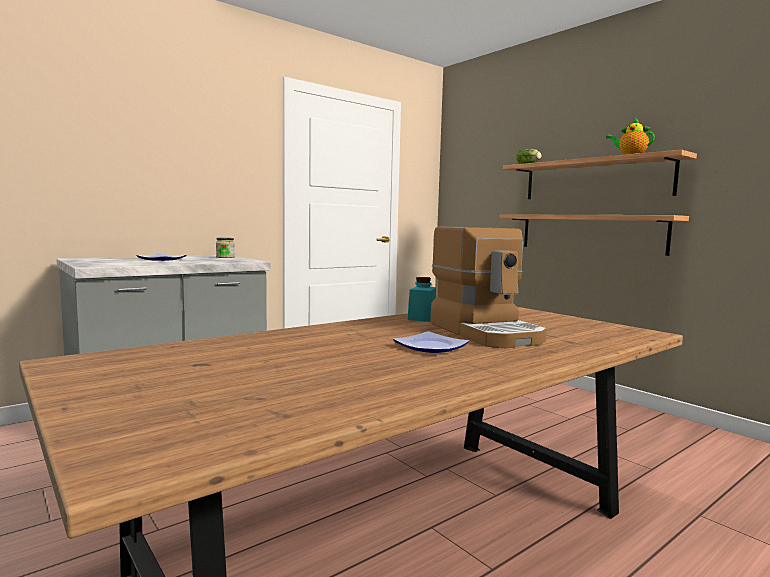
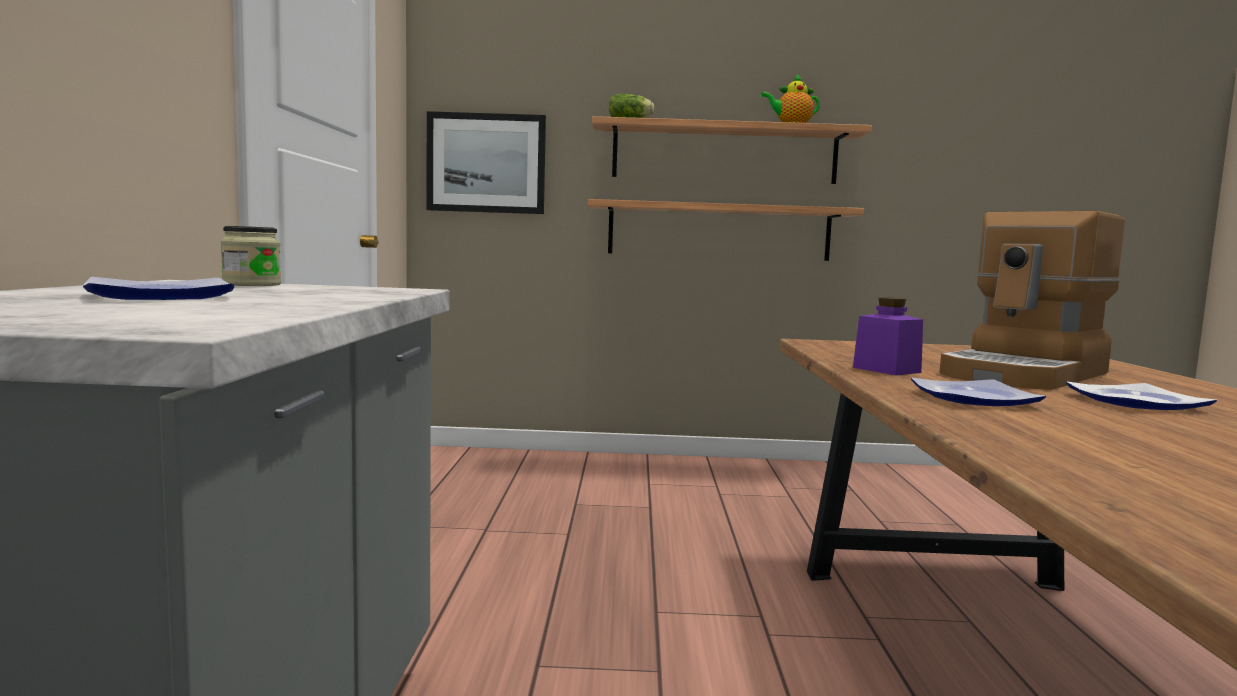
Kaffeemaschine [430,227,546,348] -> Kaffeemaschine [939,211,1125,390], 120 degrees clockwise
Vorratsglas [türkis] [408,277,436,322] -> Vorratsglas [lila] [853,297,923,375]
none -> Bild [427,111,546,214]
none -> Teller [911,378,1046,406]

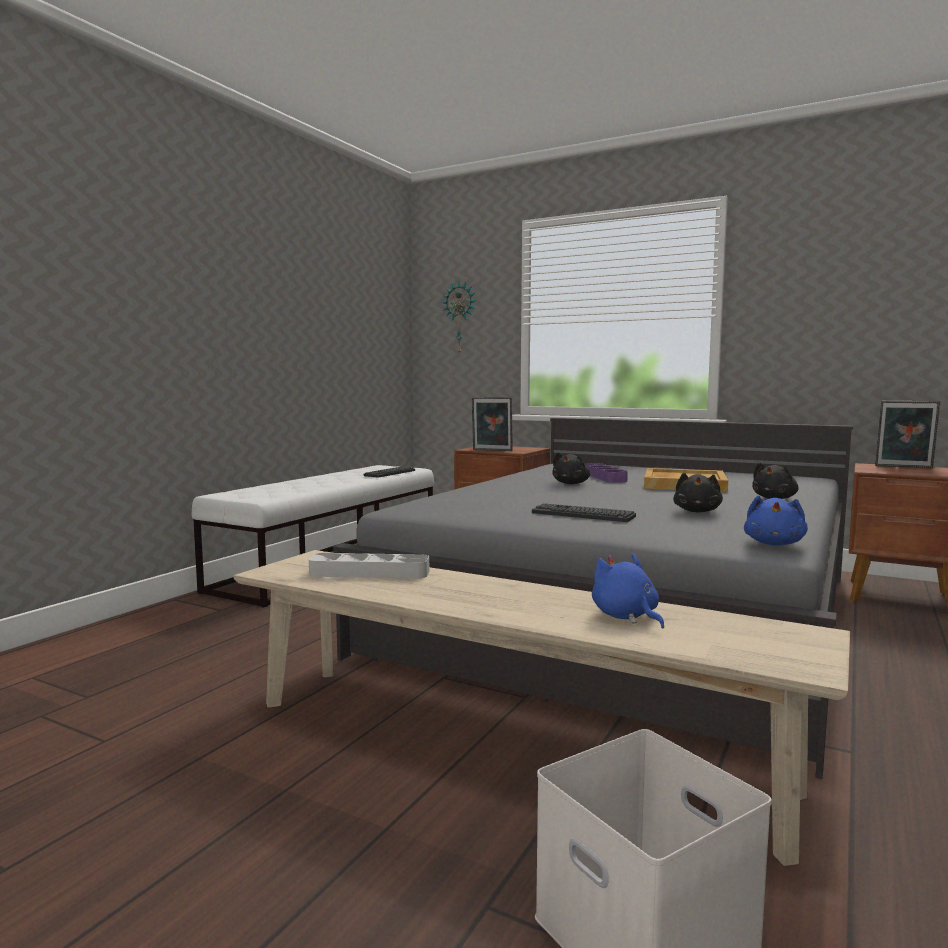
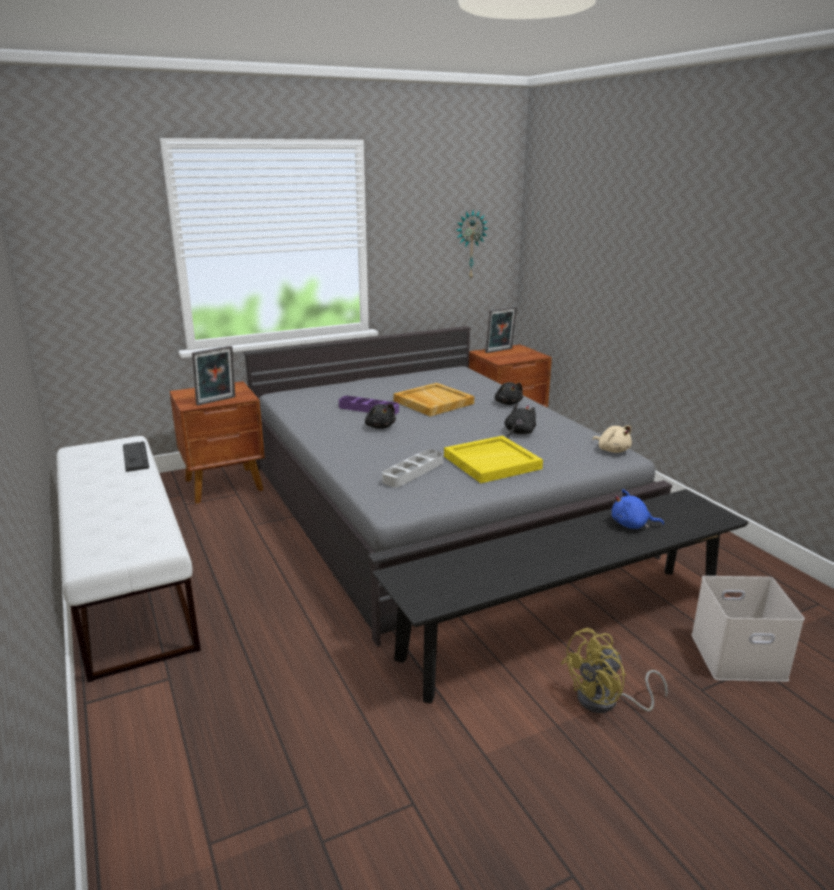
Wanduhr [442,282,476,353] -> Wanduhr [456,210,489,278], moved
Plüschtier [schwarz] [673,472,723,512] -> Plüschtier [schwarz] [504,404,536,438], 105 degrees counterclockwise
Plüschtier [blau] [744,495,808,545] -> Plüschtier [beige] [592,425,632,453]
Tastatur [532,503,636,522] -> Tablett [gelb] [444,436,543,483]
Bank [beige] [233,550,850,866] -> Bank [schwarz] [372,489,749,703]
Tablett [grau] [309,553,429,579] -> Tablett [grau] [382,449,443,487], moved
none -> Ventilator [gelb] [561,628,668,713]

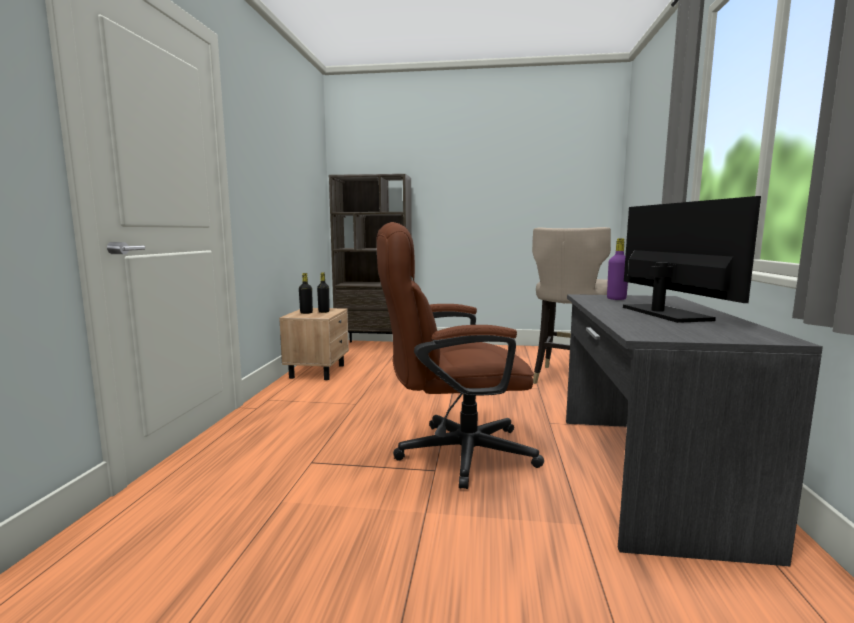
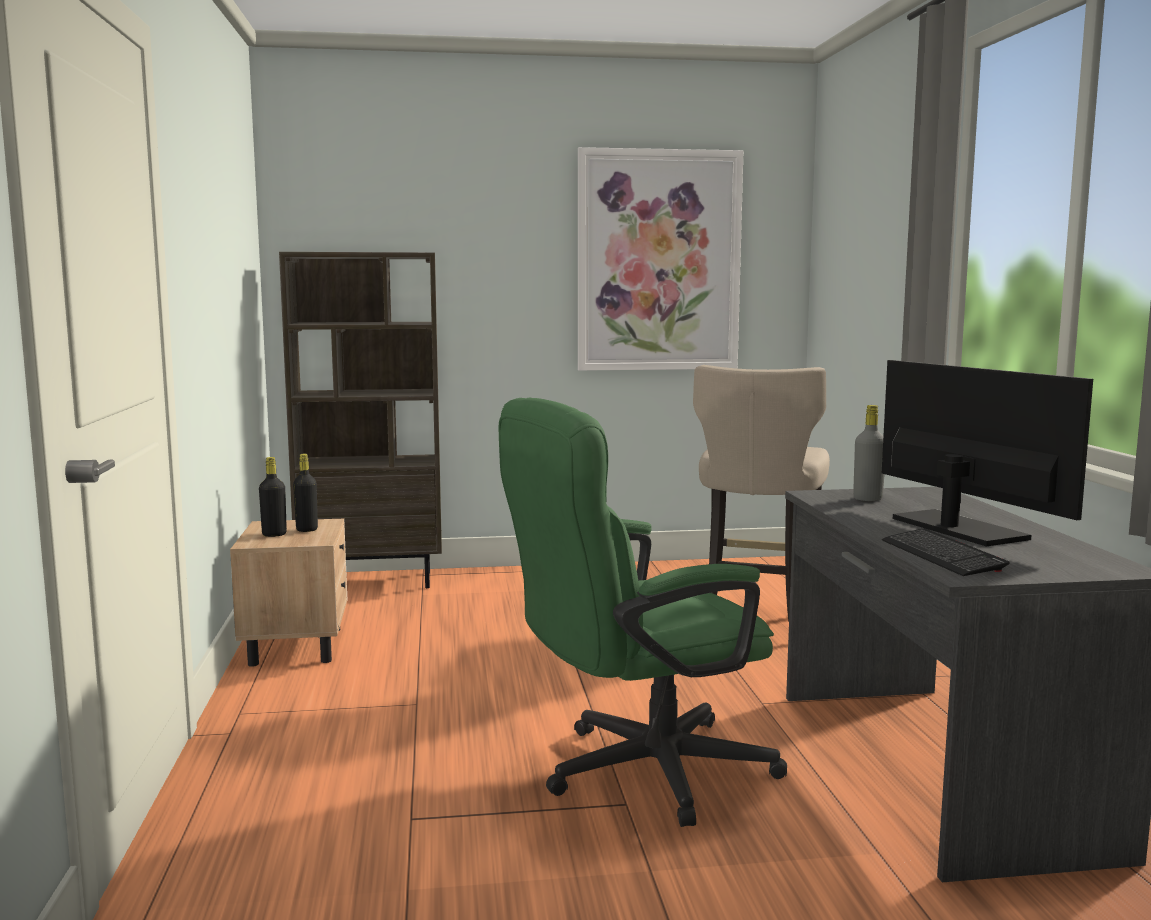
Bürostuhl [braun] [377,222,544,489] -> Bürostuhl [grün] [498,398,787,827]
Flasche [lila] [607,238,628,300] -> Flasche [grau] [853,405,884,501]
none -> Bild [578,147,743,371]
none -> Tastatur [882,528,1009,576]

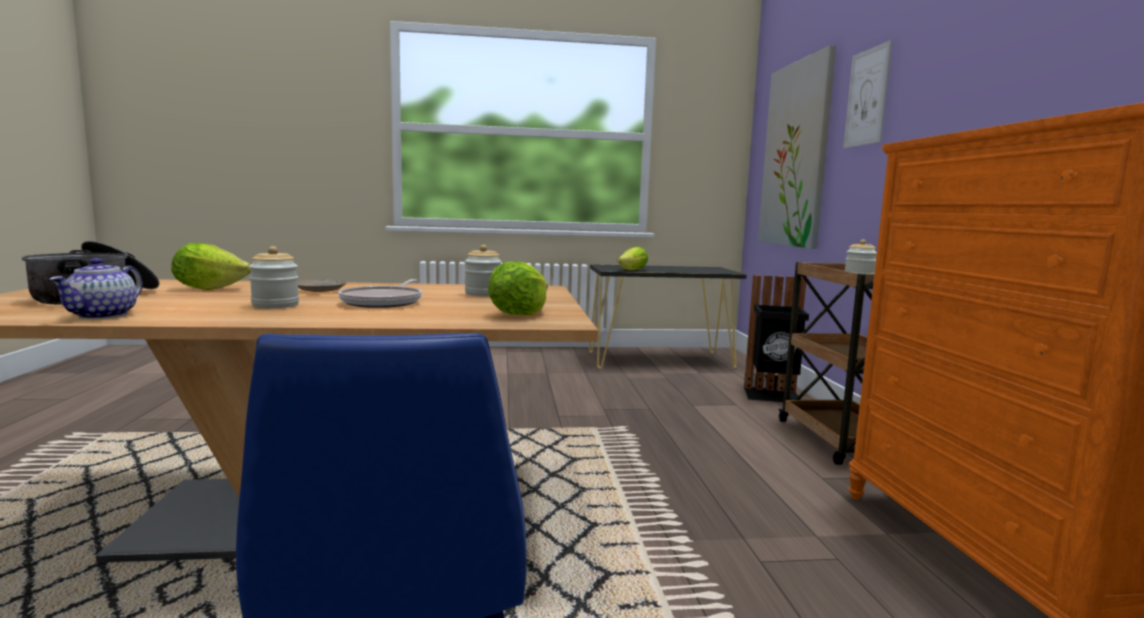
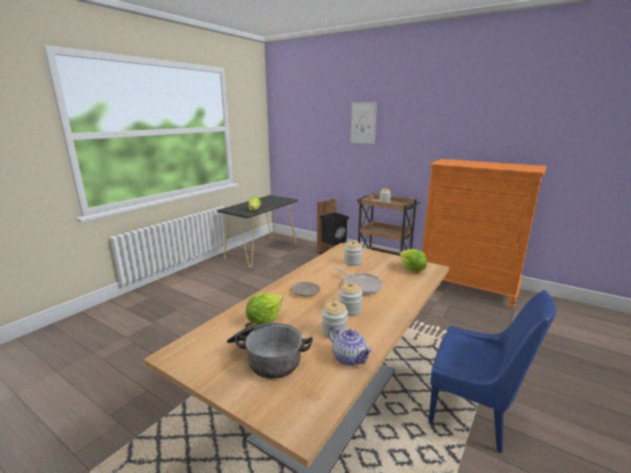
Bild [758,45,836,249] -> none
none -> Vorratsglas [322,301,348,338]

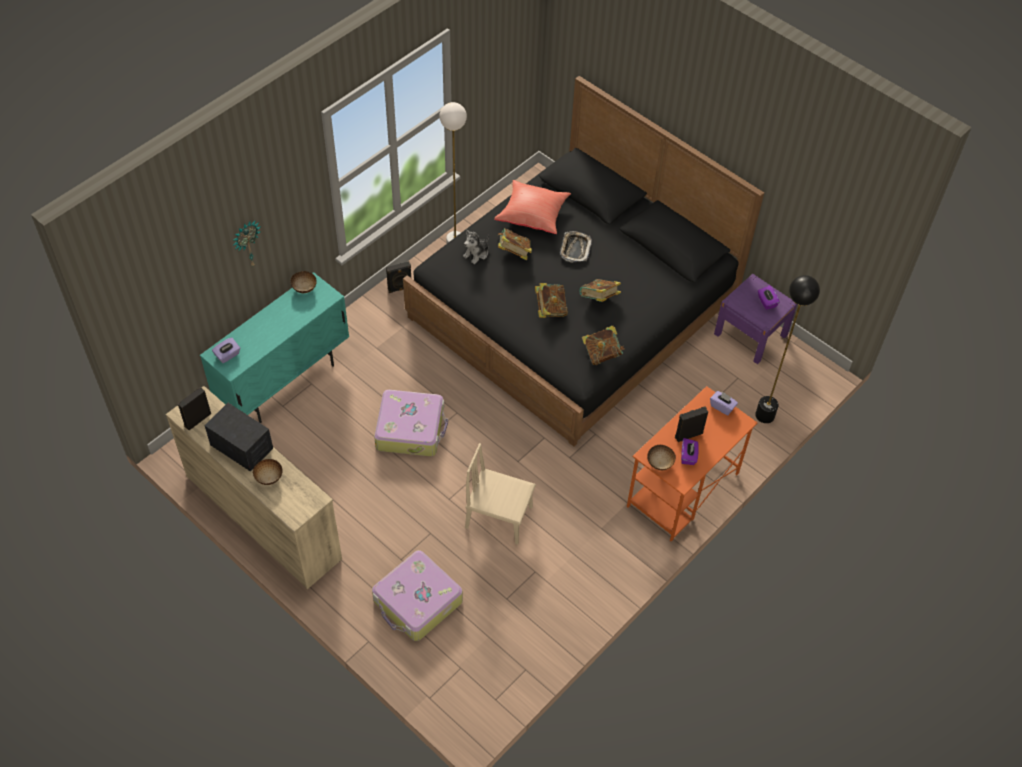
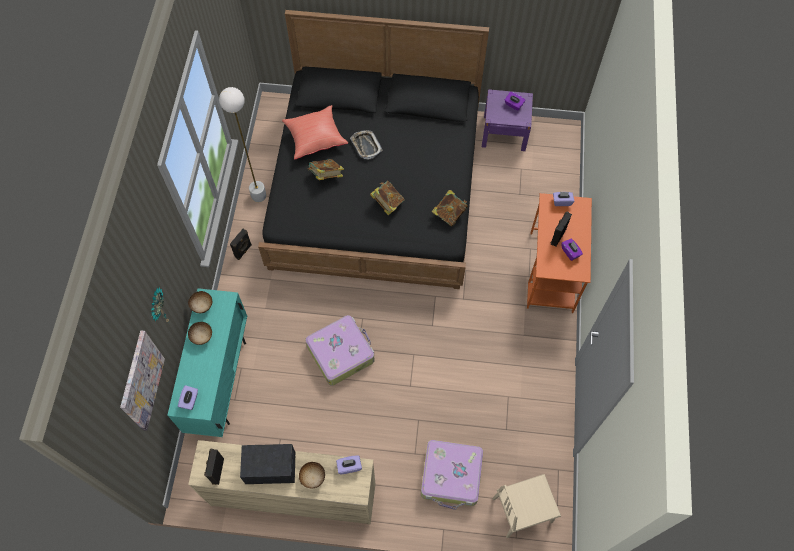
Plüschtier [463,230,489,264] -> none
Stehlampe [schwarz] [755,275,820,423] -> none
Buch [579,279,621,302] -> none
Stuhl [beige] [465,443,536,545] -> Stuhl [beige] [492,474,561,538], moved
Schüssel [647,445,676,470] -> Schüssel [188,322,212,345], moved
none -> Bild [120,331,165,431]
none -> Taschentuchbox [lila] [336,455,362,474]

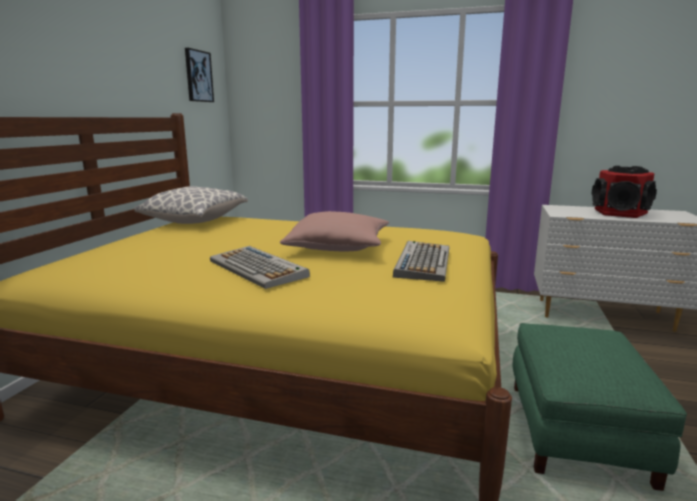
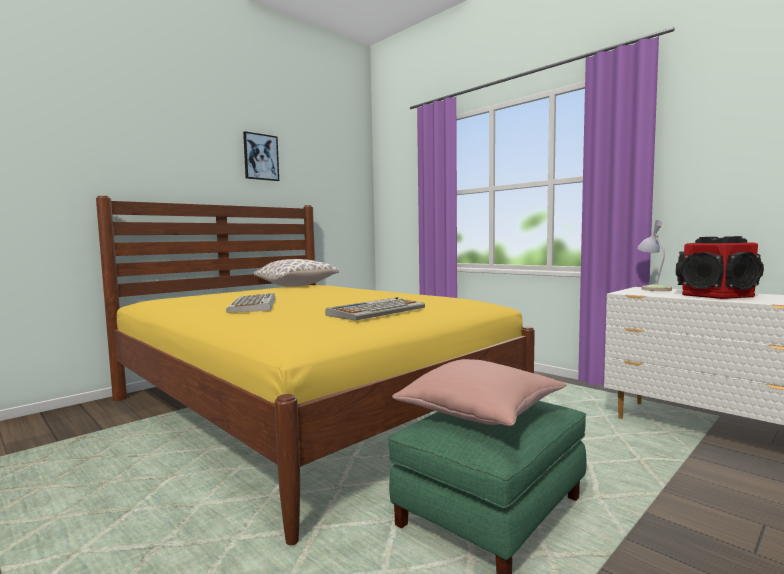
Bild [185,48,214,102] -> Bild [243,131,279,181], moved
Kissen [rosa] [280,211,389,251] -> Kissen [rosa] [392,359,566,426], moved
none -> Tischlampe [637,220,672,291]

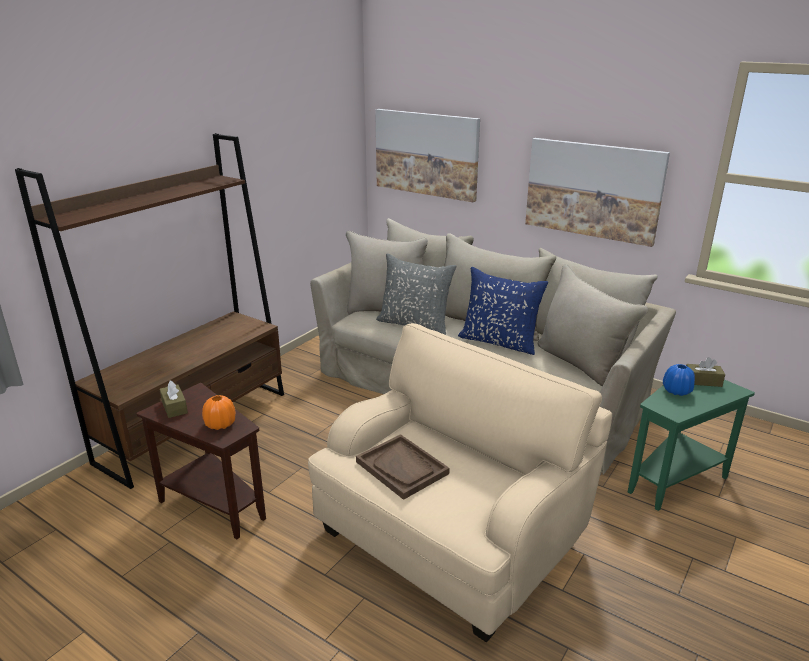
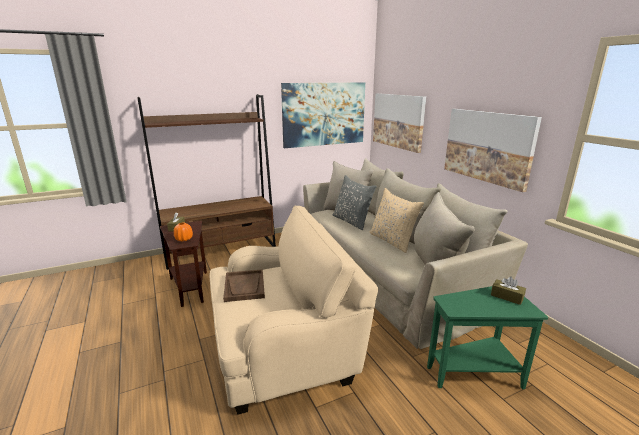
Kissen [blau] [458,267,548,355] -> Kissen [beige] [369,188,424,253]
Vase [blau] [663,364,695,396] -> none
none -> Bild [281,82,365,148]

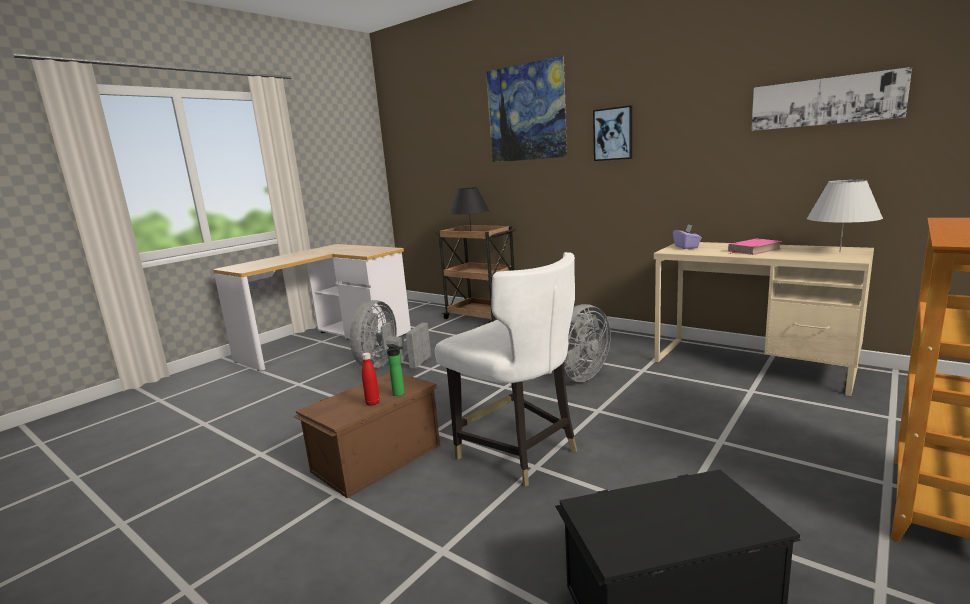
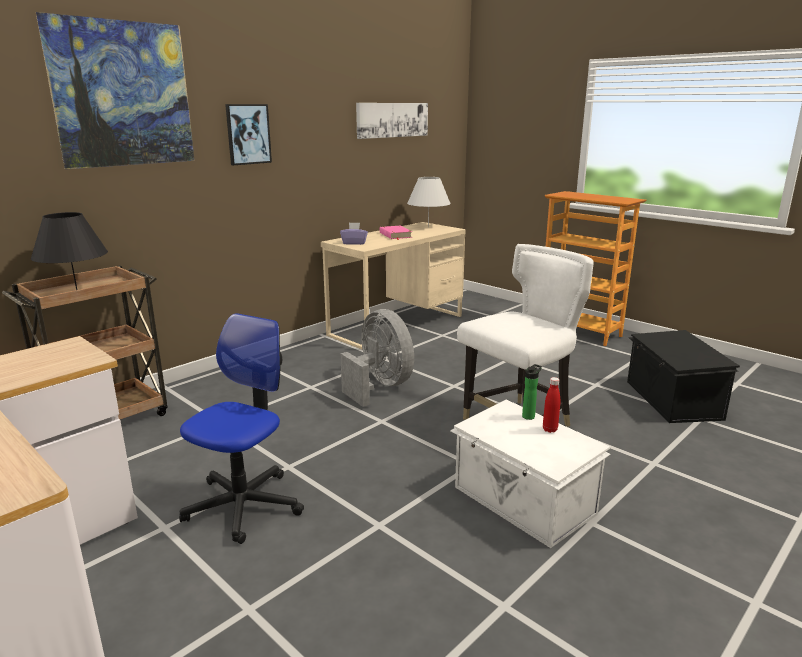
Ventilator [grau] [350,300,431,369] -> Bürostuhl [179,313,304,544]
Aufbewahrungsbox [braun] [293,373,440,499] -> Aufbewahrungsbox [weiß] [450,400,611,548]

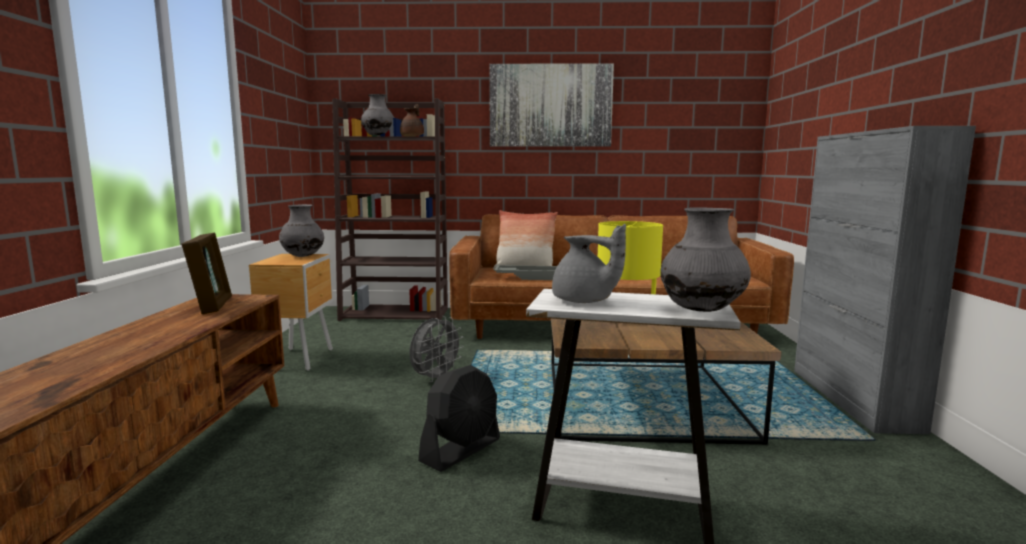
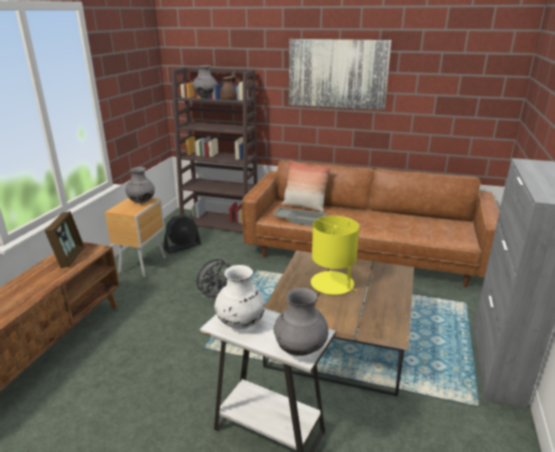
Teekanne [grau] [552,224,626,303] -> Vase [weiß] [215,265,265,329]
Ventilator [schwarz] [418,365,500,472] -> Ventilator [schwarz] [164,214,201,254], moved

